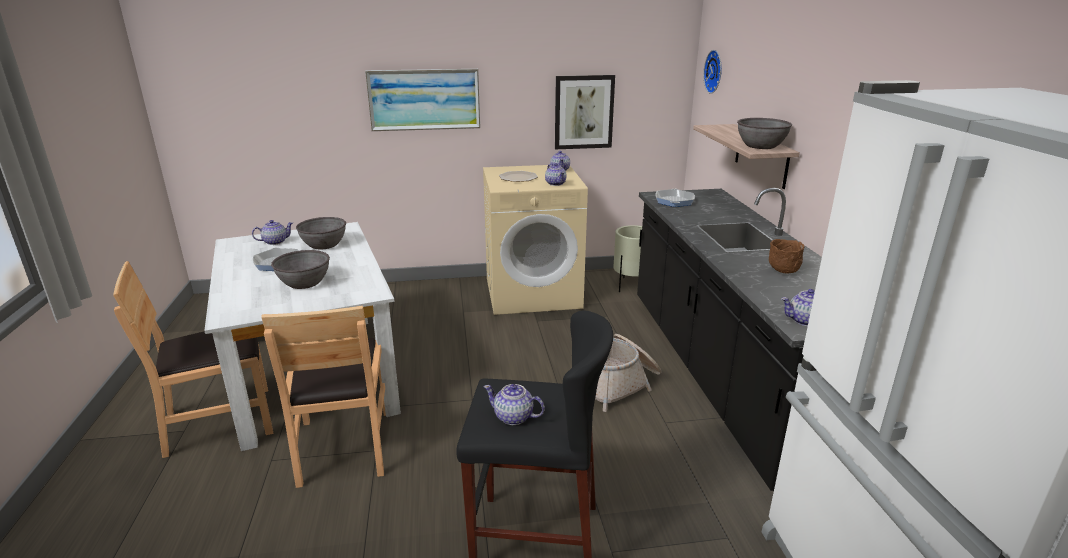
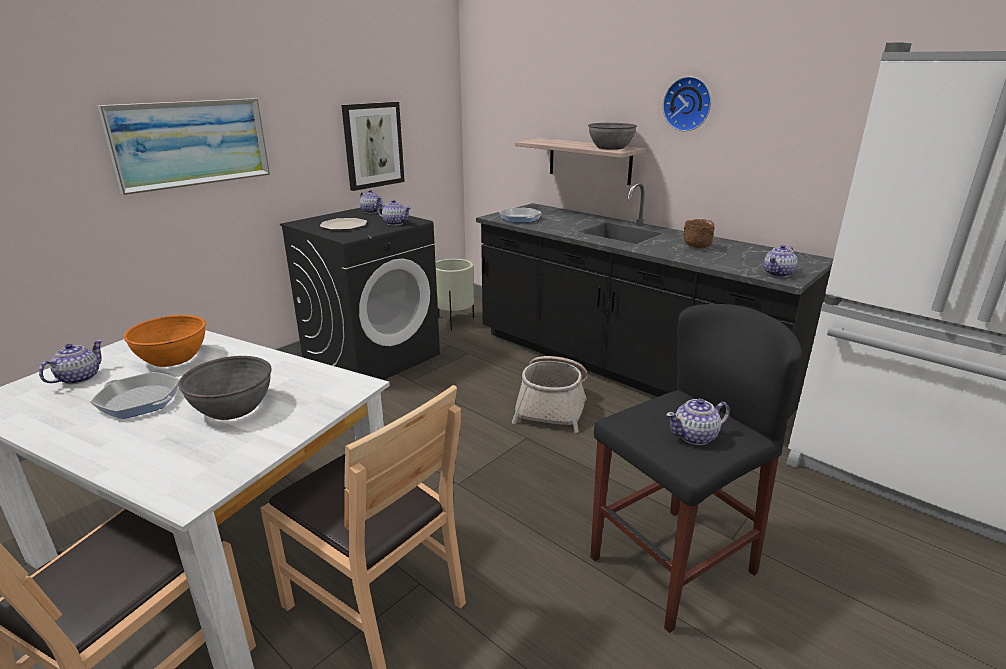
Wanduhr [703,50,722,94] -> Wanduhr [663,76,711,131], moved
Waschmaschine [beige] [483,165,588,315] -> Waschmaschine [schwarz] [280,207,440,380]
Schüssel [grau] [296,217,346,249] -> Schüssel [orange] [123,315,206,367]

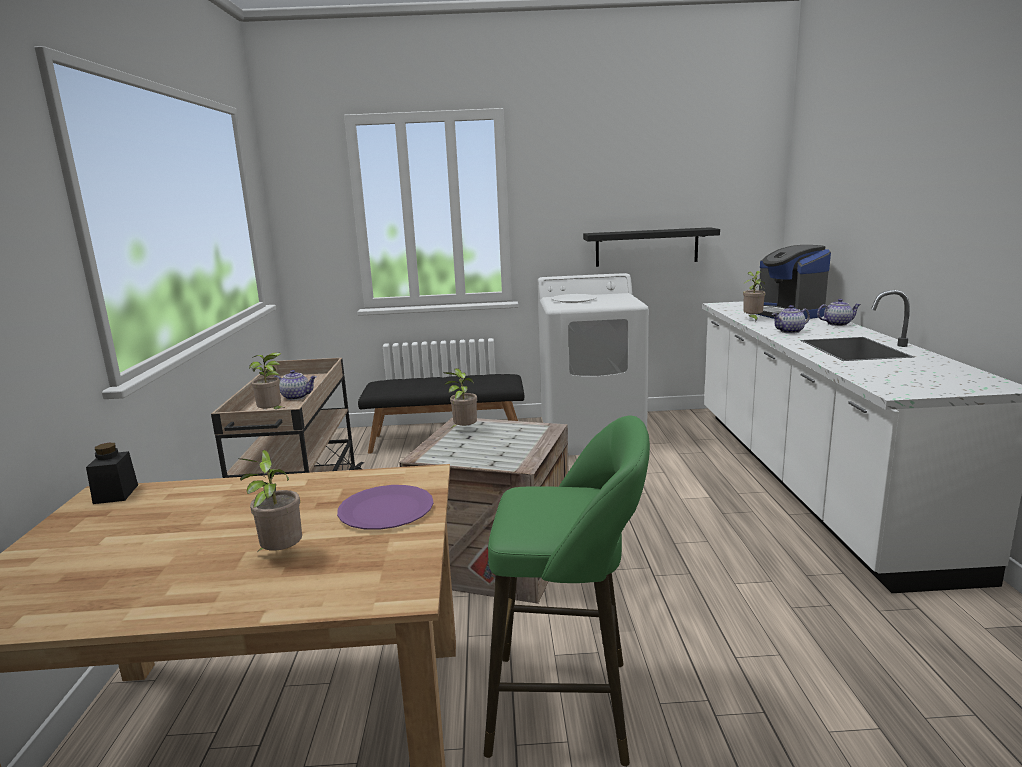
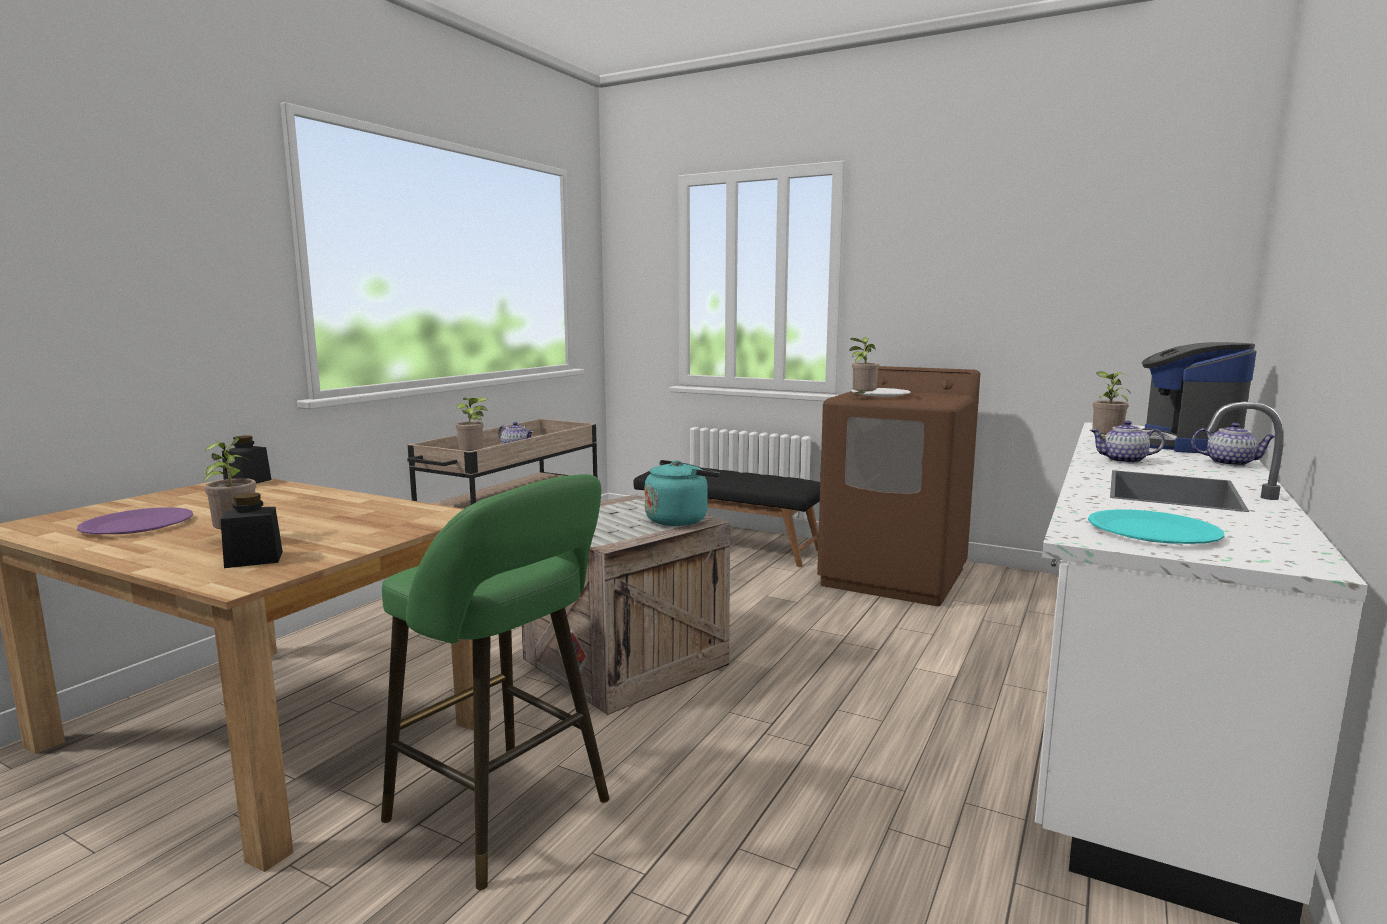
Wandregal [schwarz] [583,227,720,267] -> none
Waschmaschine [weiß] [538,273,649,455] -> Waschmaschine [braun] [817,366,980,606]
Topfpflanze [443,368,477,429] -> Topfpflanze [849,337,879,396], moved
Teller [lila] [337,485,434,530] -> Teller [lila] [77,507,193,534], moved
none -> Wasserkessel [türkis] [645,460,720,526]
none -> Vorratsglas [schwarz] [221,493,283,568]
none -> Teller [türkis] [1088,509,1225,544]

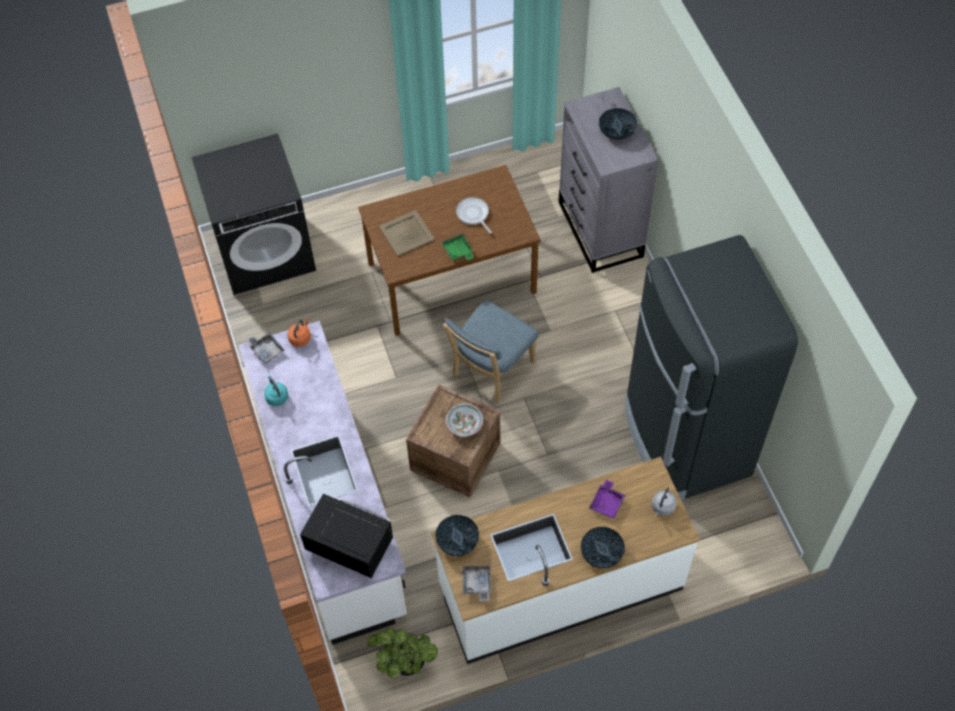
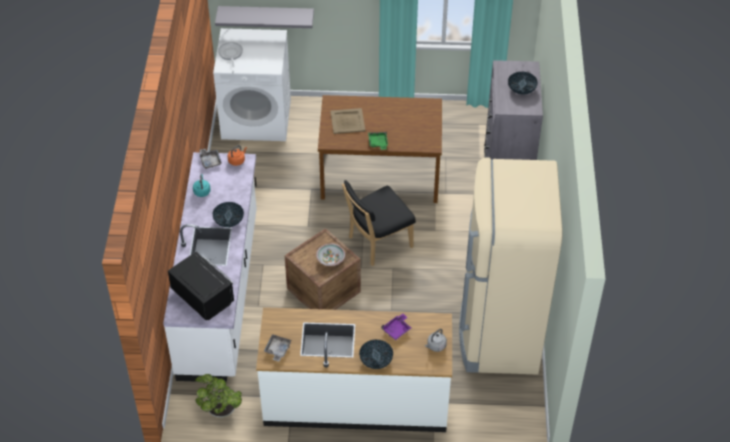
Waschmaschine [schwarz] [191,134,316,295] -> Waschmaschine [weiß] [213,28,291,141]
Pfanne [456,197,492,234] -> Pfanne [218,42,243,67], moved
Kühlschrank [schwarz] [625,235,798,500] -> Kühlschrank [beige] [459,158,563,375]
Stuhl [blau] [443,300,538,404] -> Stuhl [schwarz] [342,180,416,266]
Schüssel [435,515,479,556] -> Schüssel [213,202,244,227], moved
none -> Wandregal [grau] [215,6,314,28]

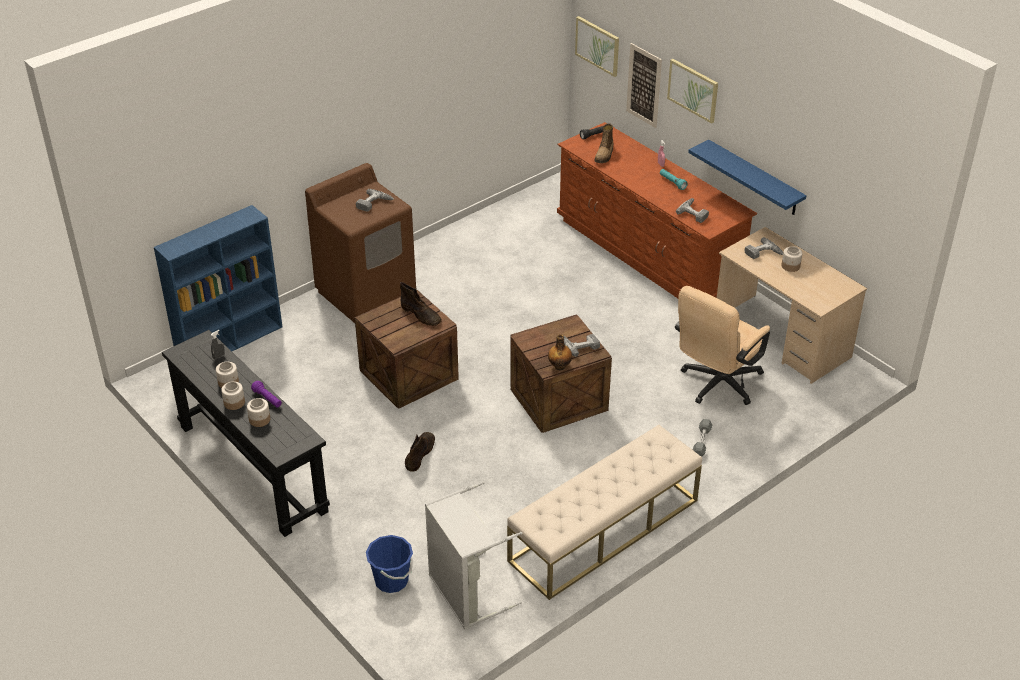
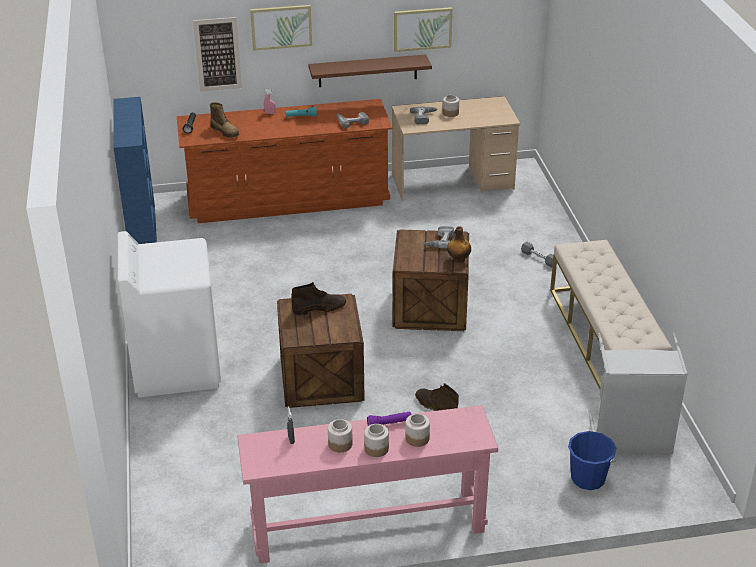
Bild [575,16,619,77] -> Bild [394,7,452,52], moved
Wandregal [blau] [688,140,807,215] -> Wandregal [braun] [308,54,432,87]
Waschmaschine [braun] [305,163,416,323] -> Waschmaschine [weiß] [117,231,221,398]
Bohrmaschine [356,189,394,212] -> none
Bücherregal [blau] [154,205,282,351] -> Bücherregal [blau] [113,97,157,244], moved
Bürostuhl [beige] [675,286,770,405] -> none
Konsolentisch [schwarz] [162,330,330,537] -> Konsolentisch [rosa] [237,405,498,564]

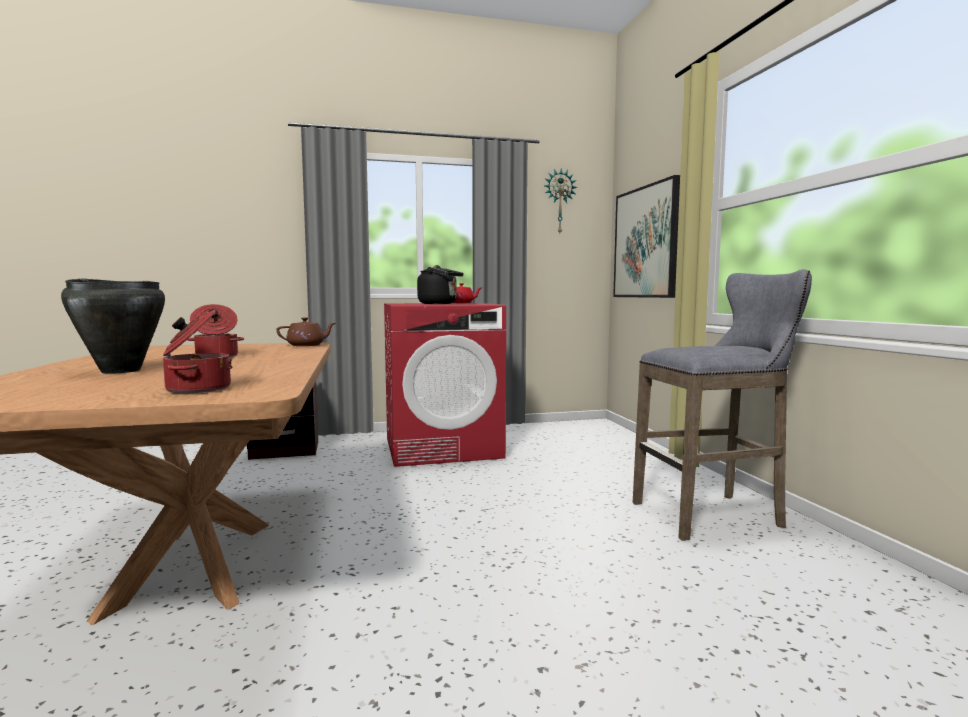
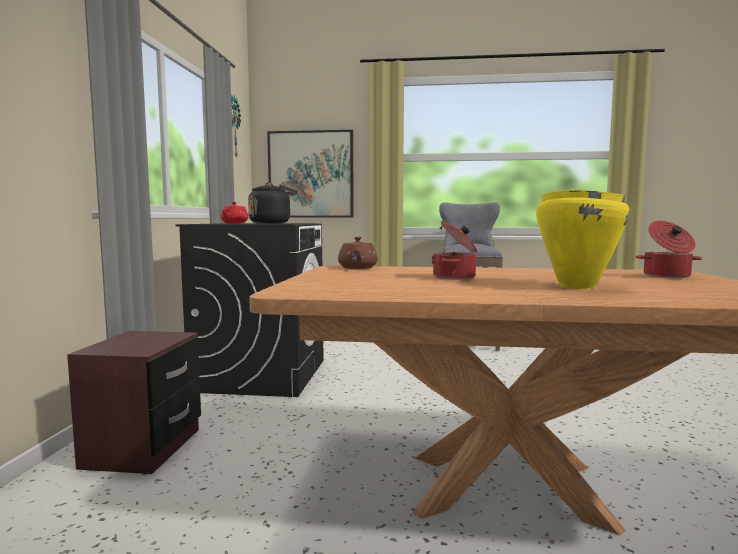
Kochtopf [schwarz] [61,278,165,374] -> Kochtopf [gelb] [536,189,630,289]
Waschmaschine [rot] [384,303,506,467] -> Waschmaschine [schwarz] [175,223,324,397]

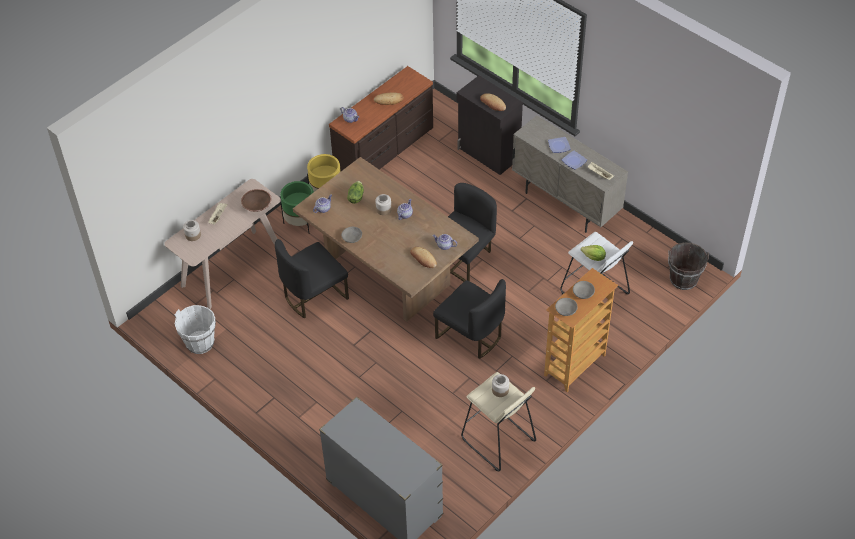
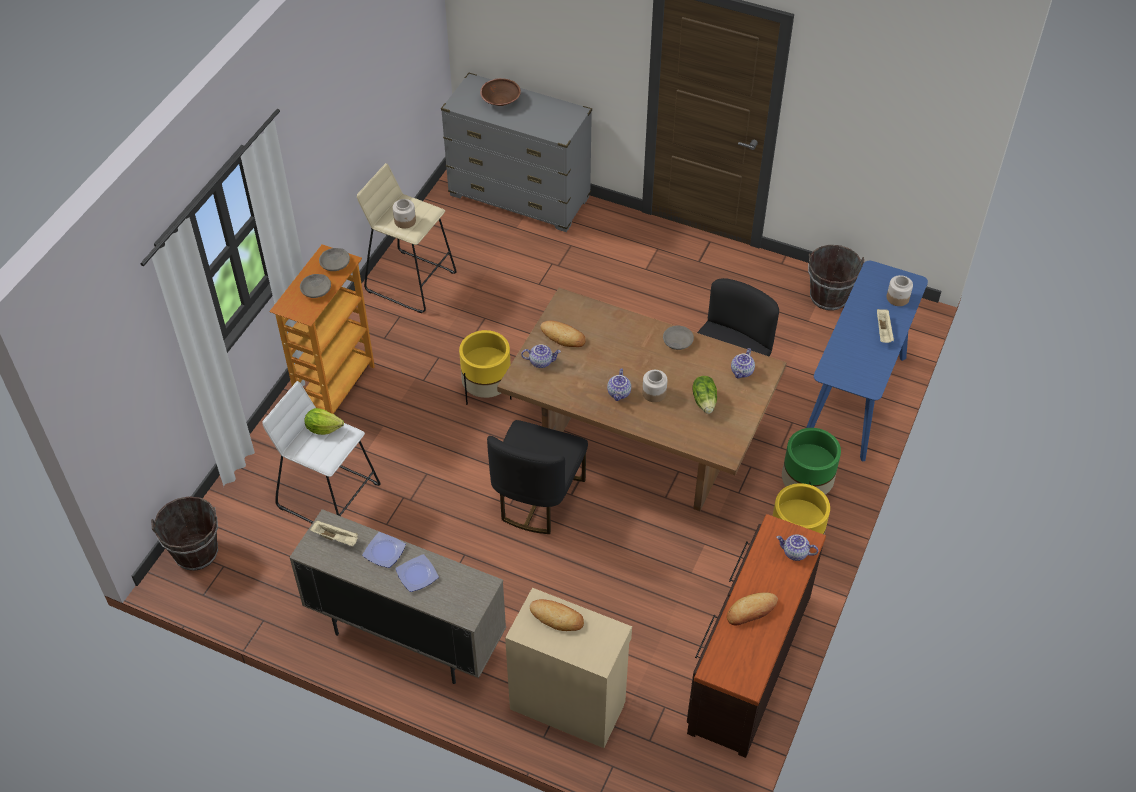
Schrank [schwarz] [457,76,523,175] -> Schrank [beige] [505,588,632,748]
Konsolentisch [beige] [164,179,281,309] -> Konsolentisch [blau] [806,261,928,461]
Schüssel [braun] [241,189,272,212] -> Schüssel [braun] [480,78,521,106], moved
Stuhl [schwarz] [433,279,506,359] -> Pflanzkübel [gelb] [459,330,511,405]
Eimer [weiß] [175,305,216,354] -> Eimer [braun] [808,245,864,311]

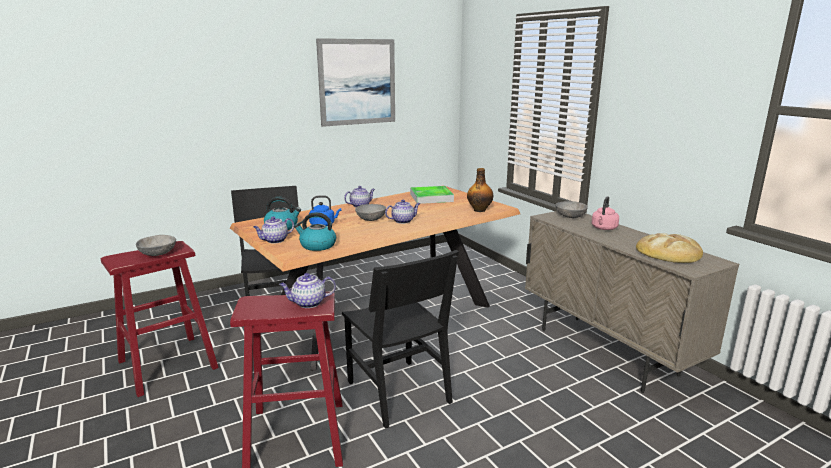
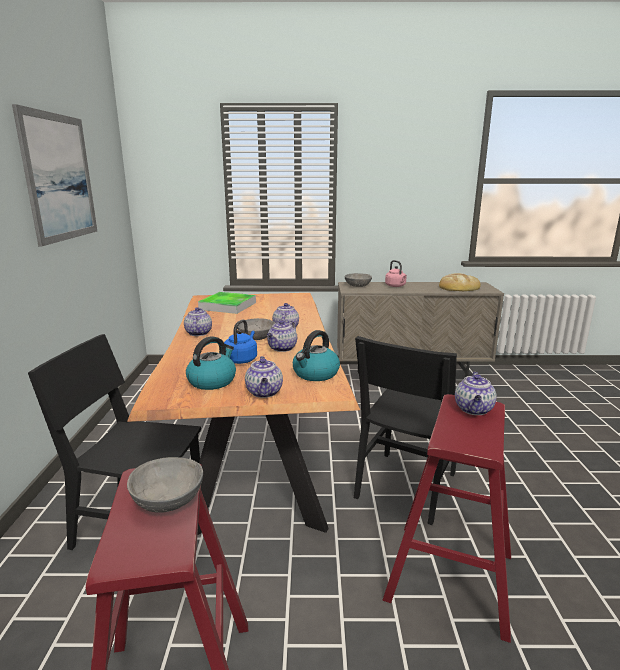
Flasche [467,168,493,212] -> none
Stuhl [schwarz] [342,250,459,429] -> Stuhl [schwarz] [354,336,457,525], 120 degrees clockwise
none -> Teekanne [267,320,297,352]

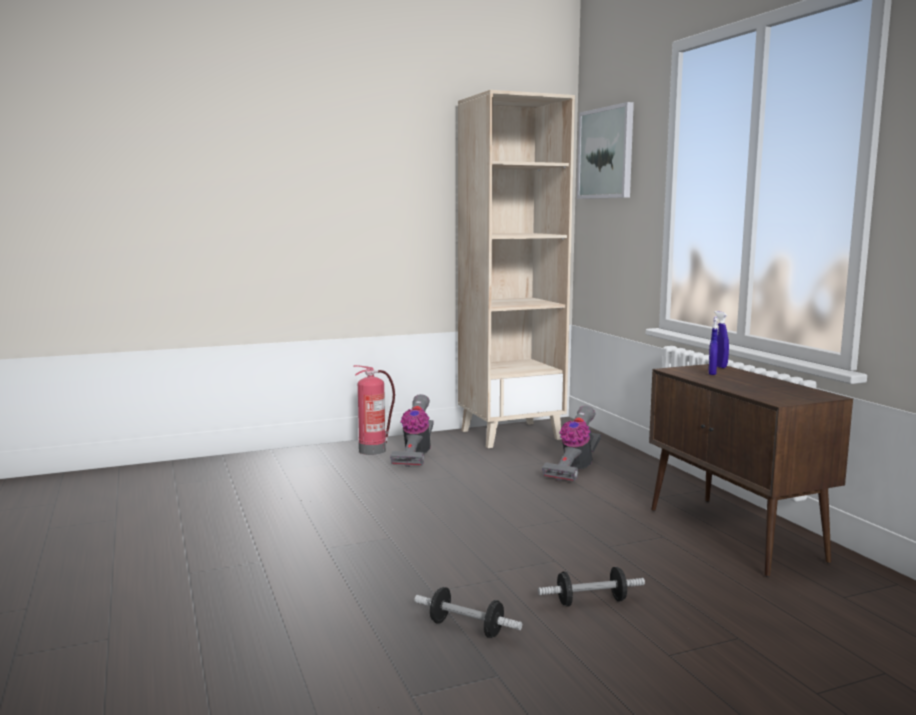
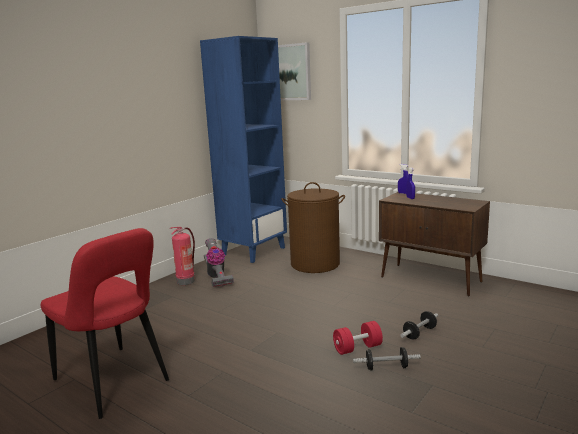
Bücherregal [beige] [458,90,575,448] -> Bücherregal [blau] [200,36,287,263]
Staubsauger [542,406,601,481] -> Wäschekorb [braun] [281,182,345,273]
none -> Stuhl [rot] [41,228,169,419]
none -> Hantel [rot] [333,321,383,355]

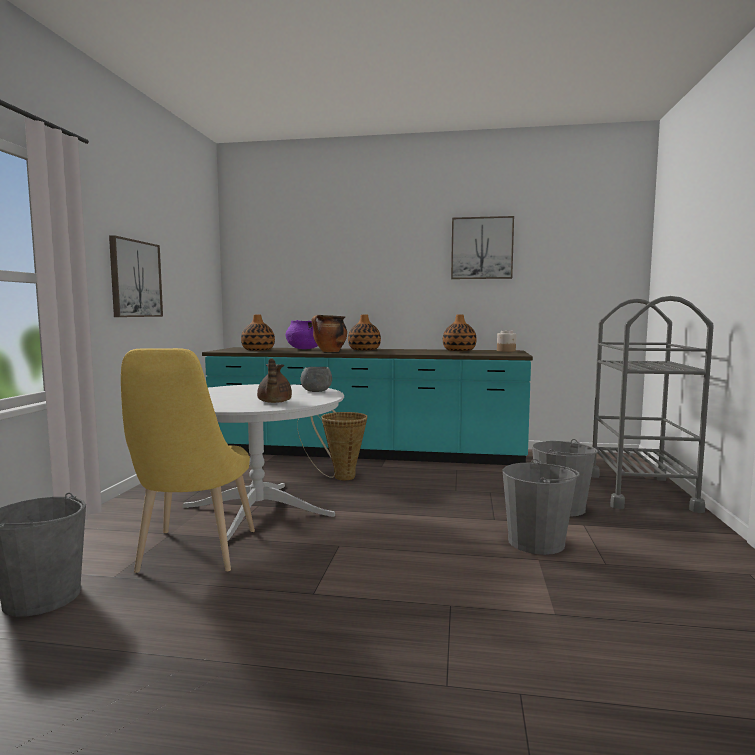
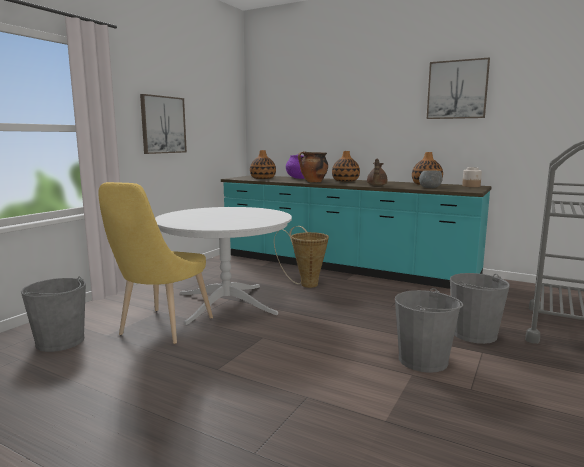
Teekanne [braun] [257,358,292,403] -> Teekanne [braun] [367,158,387,186], moved
Schüssel [grau] [301,367,332,392] -> Schüssel [grau] [419,170,442,188], moved

